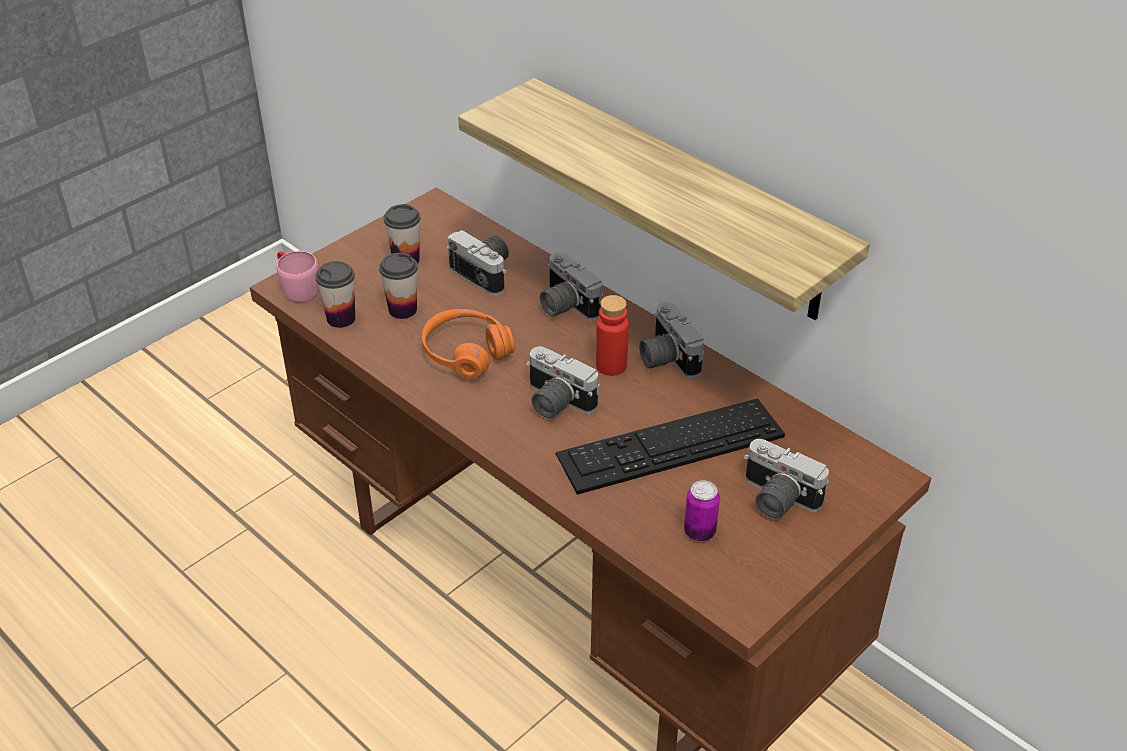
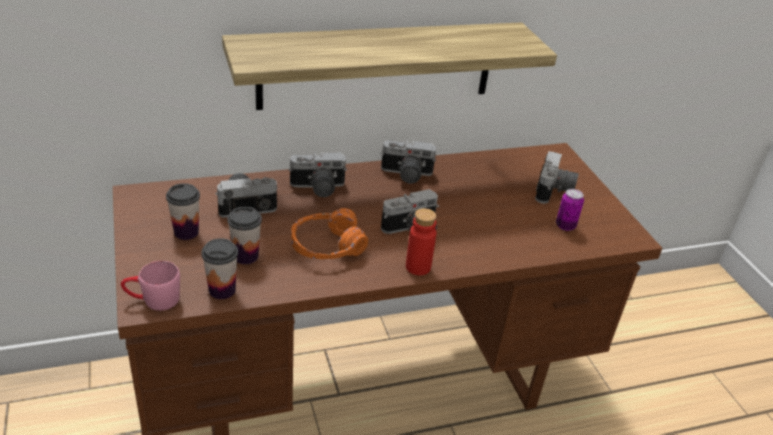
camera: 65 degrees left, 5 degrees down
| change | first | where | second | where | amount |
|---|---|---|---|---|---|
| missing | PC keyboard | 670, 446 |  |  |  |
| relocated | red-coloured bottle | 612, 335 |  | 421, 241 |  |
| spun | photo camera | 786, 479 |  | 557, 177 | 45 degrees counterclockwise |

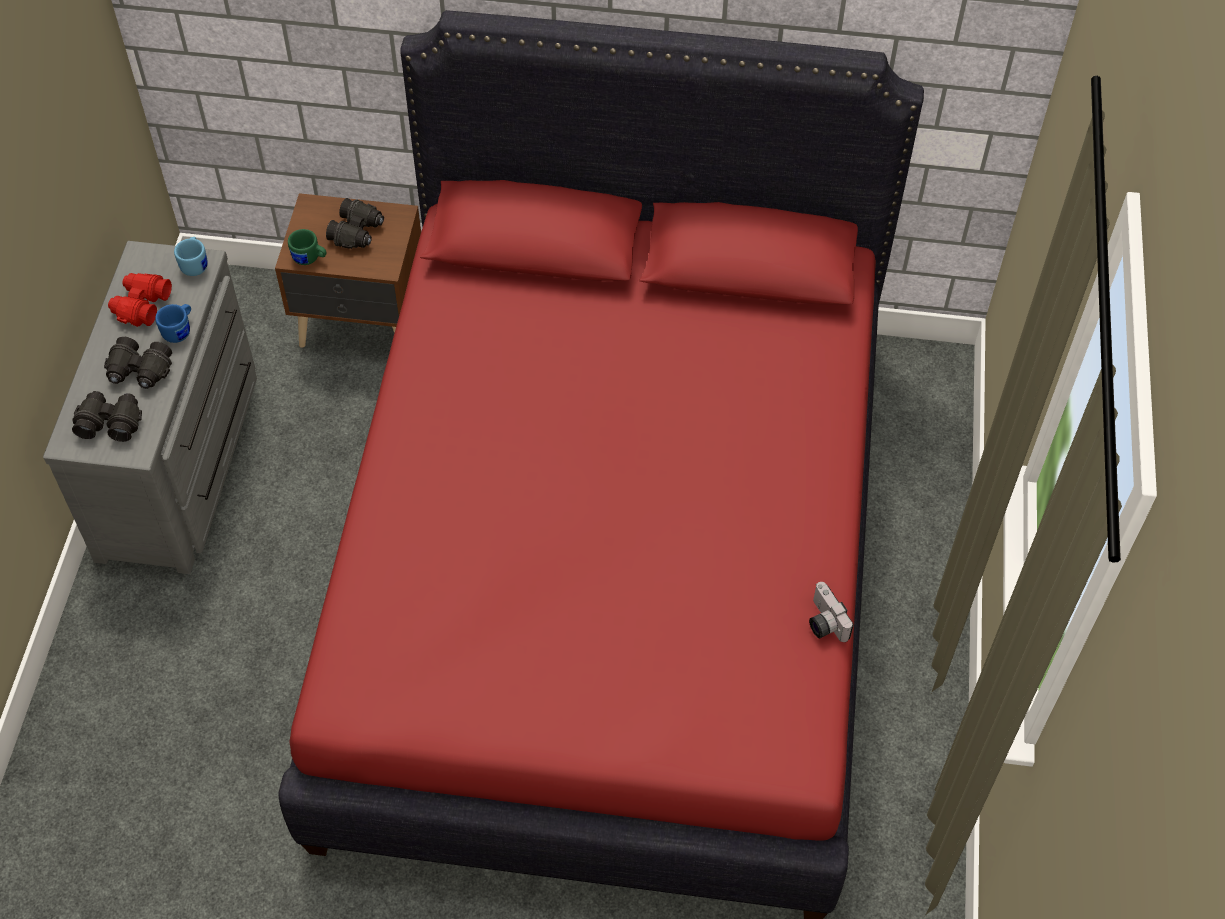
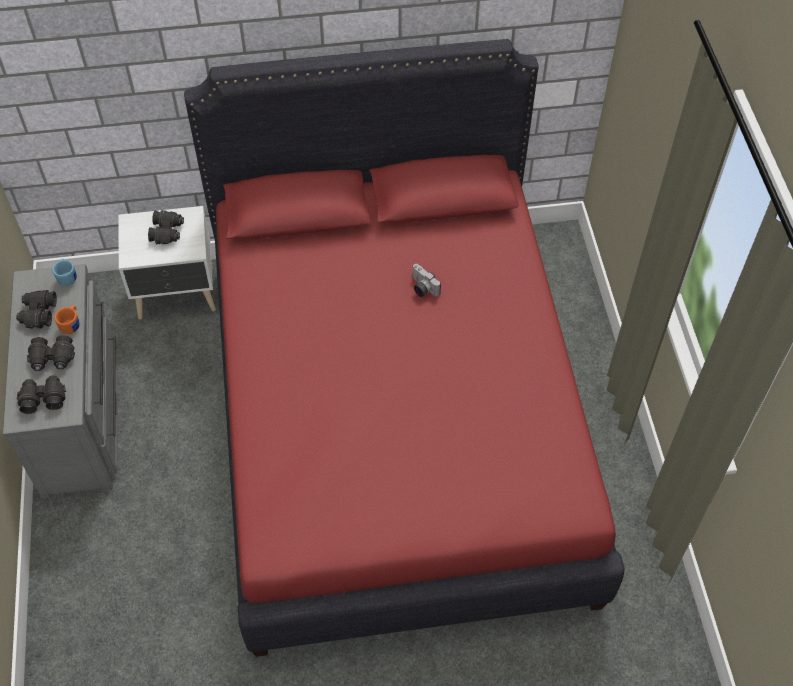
camera: 15 degrees left, 0 degrees up
| change | first | where | second | where | amount |
|---|---|---|---|---|---|
| missing | greenish tea mug | 307, 247 |  |  |  |
| relocated | photo camera | 831, 612 |  | 427, 280 |  |
| colour | red-coloured field glasses | 140, 300 | blackish field glasses | 36, 309 |  |
| colour | blue tea mug | 173, 323 | orangey tea mug | 66, 319 |  |
| colour | brown night table | 348, 270 | whitish night table | 167, 262 |  |

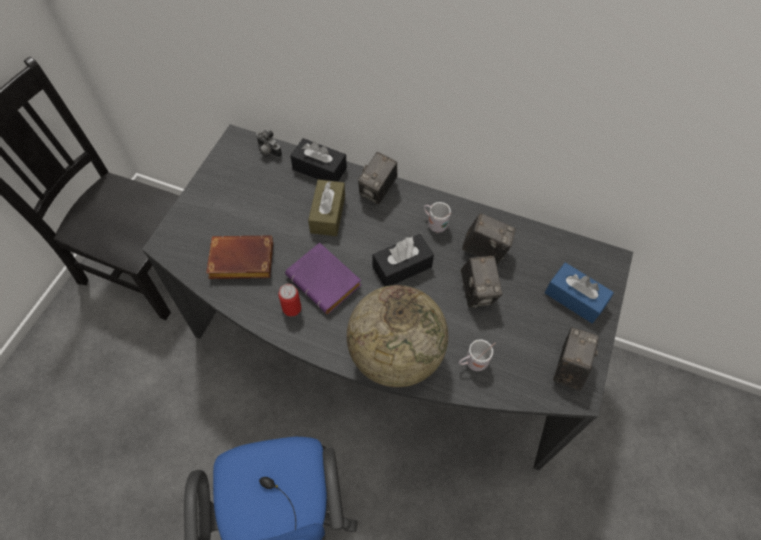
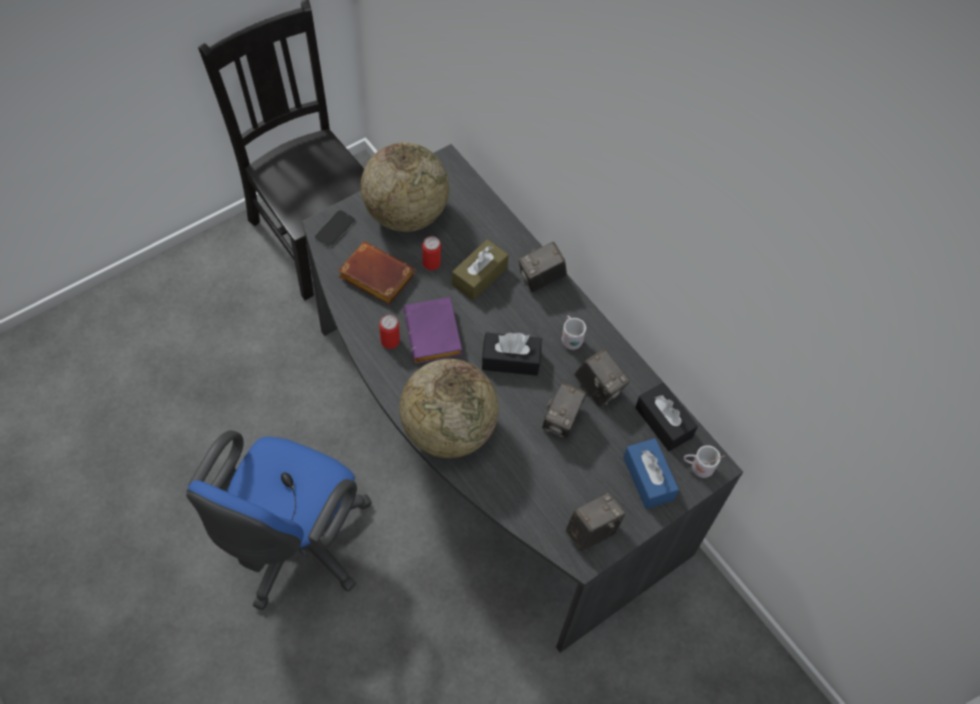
camera: 30 degrees right, 0 degrees up
| change | first | where | second | where | amount |
|---|---|---|---|---|---|
| missing | photo camera | 269, 144 |  |  |  |
| appeared |  |  | phone | 335, 228 |  |
| appeared |  |  | desk globe | 405, 187 |  |
| appeared |  |  | can | 431, 253 |  |
| relocated | blackish box of tissues | 318, 160 |  | 666, 417 |  |
| relocated | whitish tea mug | 477, 355 |  | 704, 461 |  |

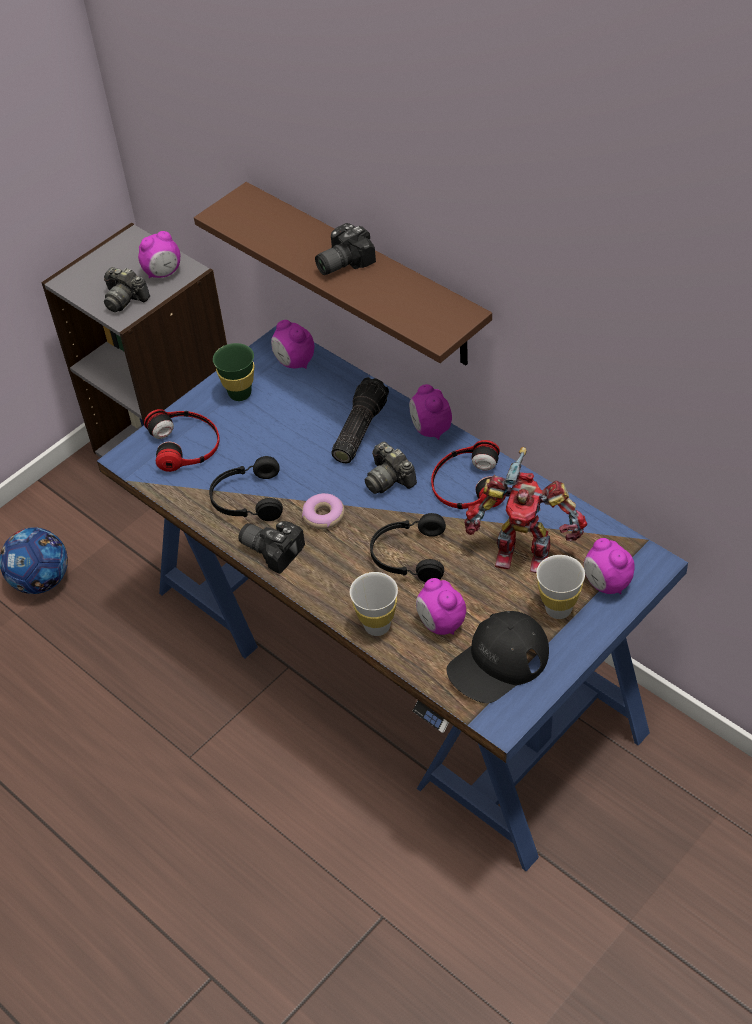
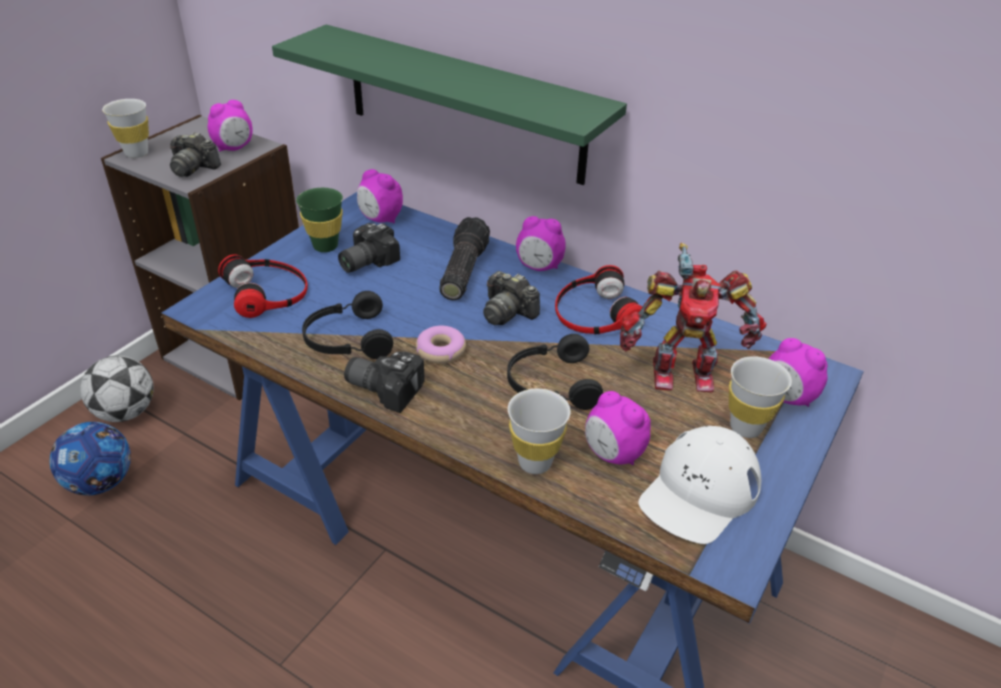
camera: 15 degrees left, 10 degrees down
| change | first | where | second | where | amount |
|---|---|---|---|---|---|
| appeared |  |  | football | 117, 389 |  |
| appeared |  |  | whitish cup | 125, 128 |  |
| relocated | photo camera | 345, 249 |  | 369, 248 |  |
| colour | brown bracket shelf | 343, 273 | greenish bracket shelf | 449, 105 |  |
| colour | blackish cap | 497, 657 | whitish cap | 699, 485 |  |
| spun | bedside clock | 430, 412 |  | 541, 243 | 45 degrees counterclockwise |

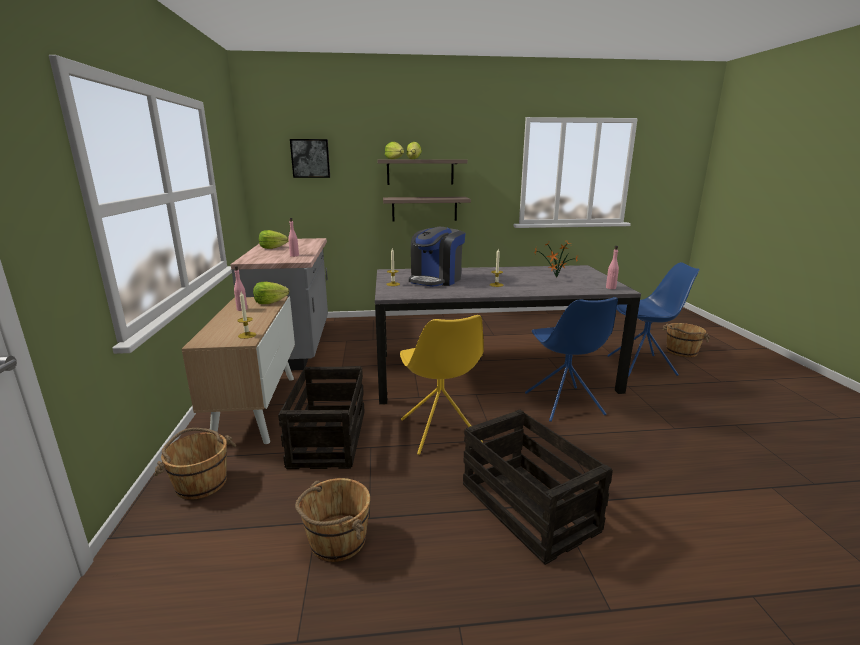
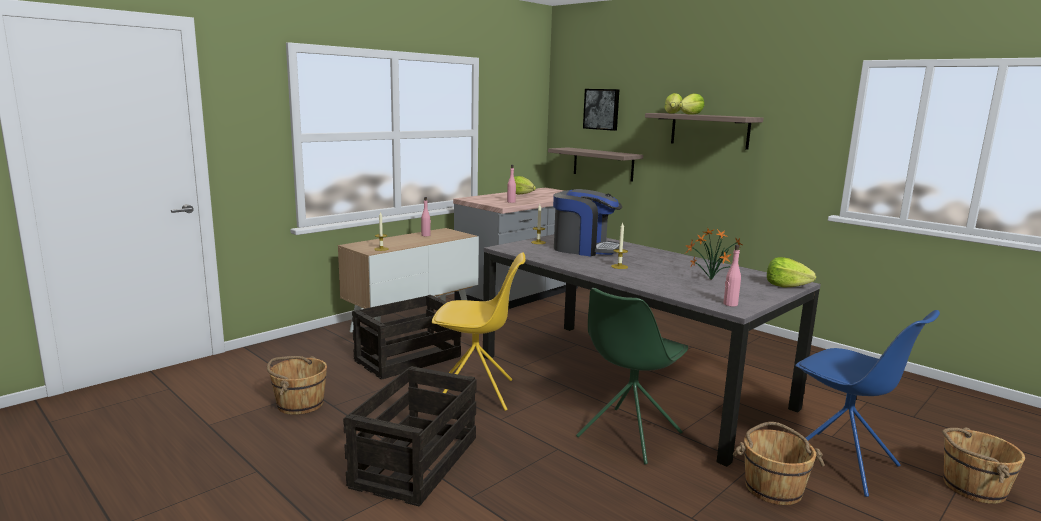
camera: 50 degrees right, 5 degrees down
| change | first | where | second | where | amount |
|---|---|---|---|---|---|
| relocated | brown water bucket | 195, 464 |  | 779, 463 |  |
| relocated | lettuce head | 271, 293 |  | 791, 272 |  |
| relocated | bracket shelf | 427, 209 |  | 595, 164 |  |
| colour | blue chair | 571, 359 | greenish chair | 632, 376 |  |
| spun | yellow-coloured chair | 442, 385 |  | 479, 332 | 120 degrees counterclockwise |
| spun | coffee machine | 437, 257 |  | 587, 222 | 150 degrees counterclockwise |

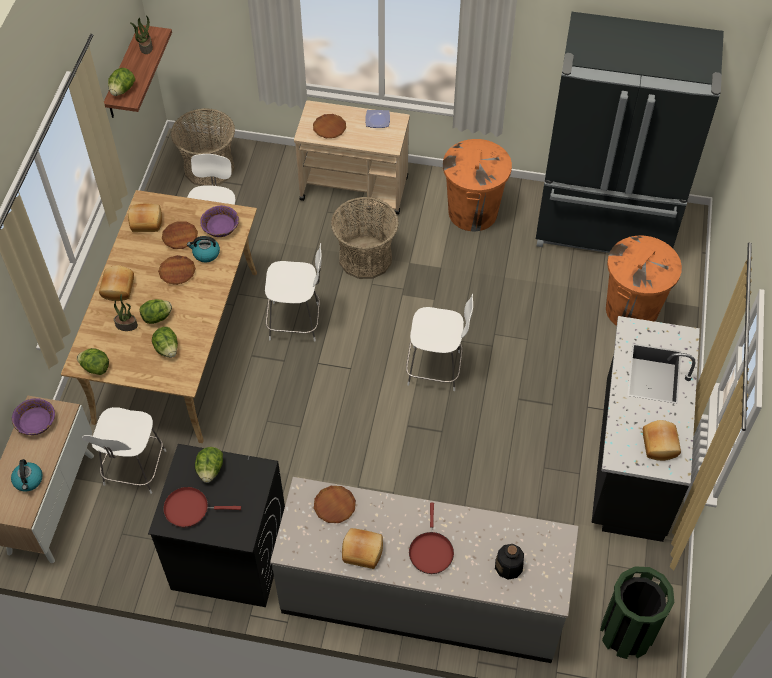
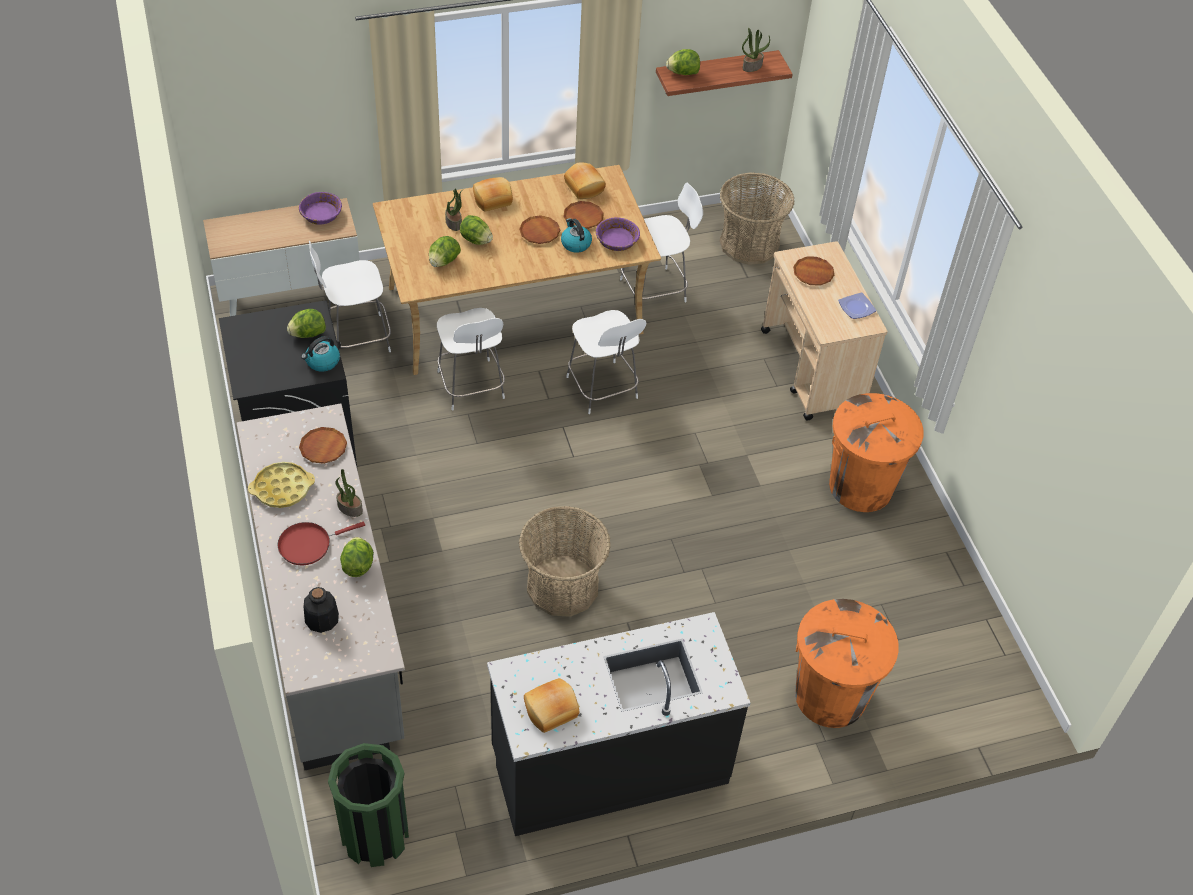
camera: 60 degrees right, 5 degrees down
| change | first | where | second | where | amount |
|---|---|---|---|---|---|
| missing | red-coloured pan | 202, 507 |  |  |  |
| missing | blackish fridge | 630, 132 |  |  |  |
| appeared |  |  | houseplant | 349, 493 |  |
| relocated | tea kettle | 27, 475 |  | 320, 354 |  |
| relocated | lettuce head | 93, 361 |  | 357, 557 |  |
| relocated | storage basket | 365, 238 |  | 565, 561 |  |
| relocated | whitish chair | 439, 342 |  | 471, 359 |  |
| exchanged | bakery bread | 362, 548 | yellow-coloured tray | 281, 485 |  |

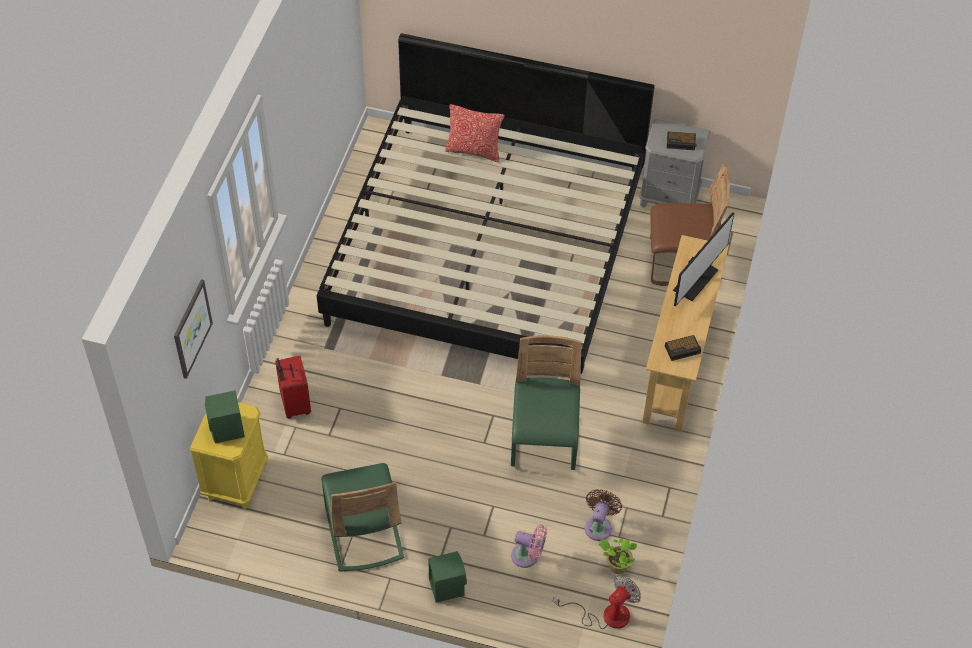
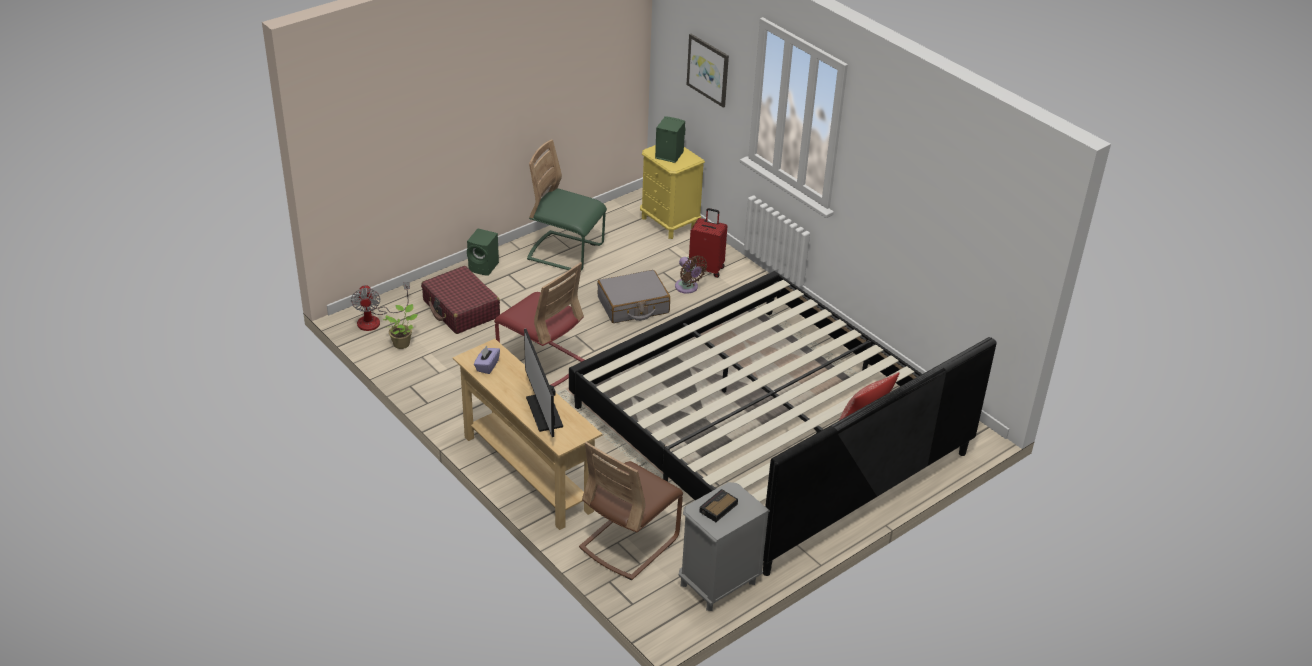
camera: 125 degrees right, 15 degrees down
| change | first | where | second | where | amount |
|---|---|---|---|---|---|
| appeared |  |  | greyish suitcase | 633, 296 |  |
| relocated | brown electric fan | 603, 515 |  | 691, 274 |  |
| exchanged | pinkish electric fan | 529, 546 | red-coloured suitcase | 460, 300 |  |
| exchanged | bedside clock | 683, 348 | purplish box of tissues | 487, 359 |  |
| colour | greenish chair | 546, 402 | red-coloured chair | 539, 324 |  |

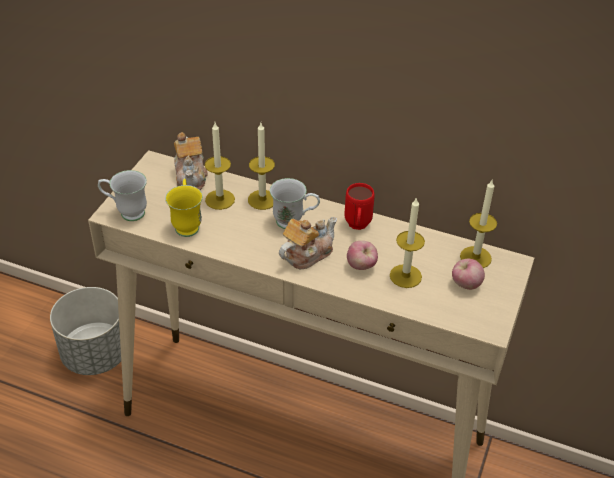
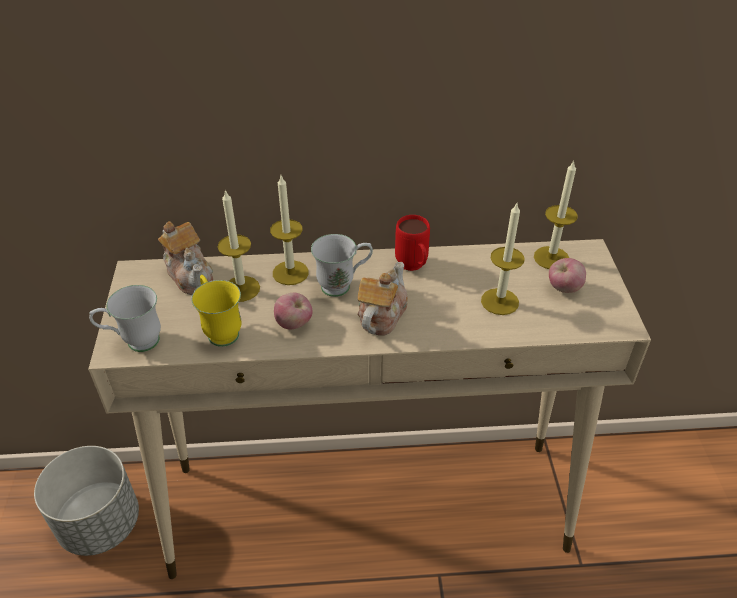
camera: 25 degrees left, 0 degrees up
| change | first | where | second | where | amount |
|---|---|---|---|---|---|
| relocated | apple fruit | 362, 255 |  | 293, 311 |  |

